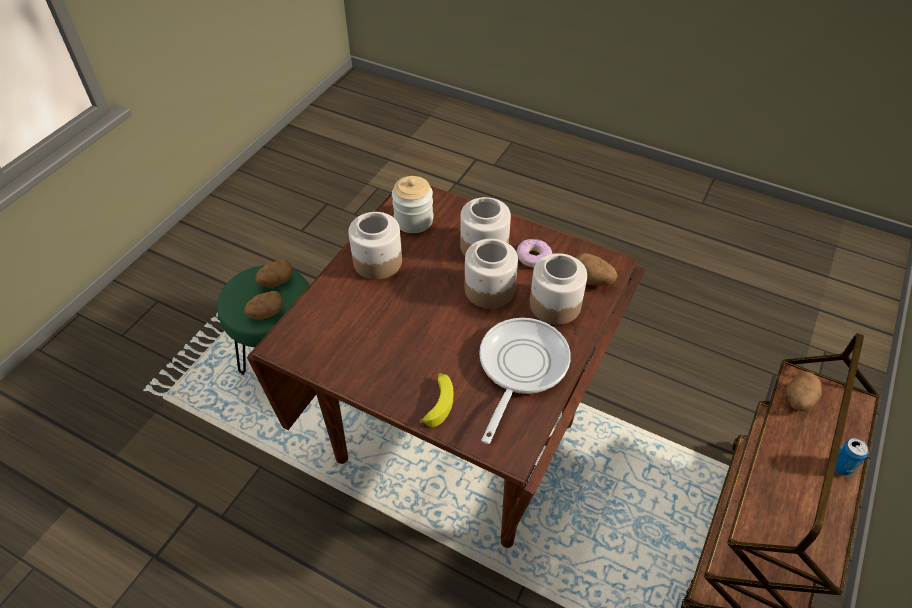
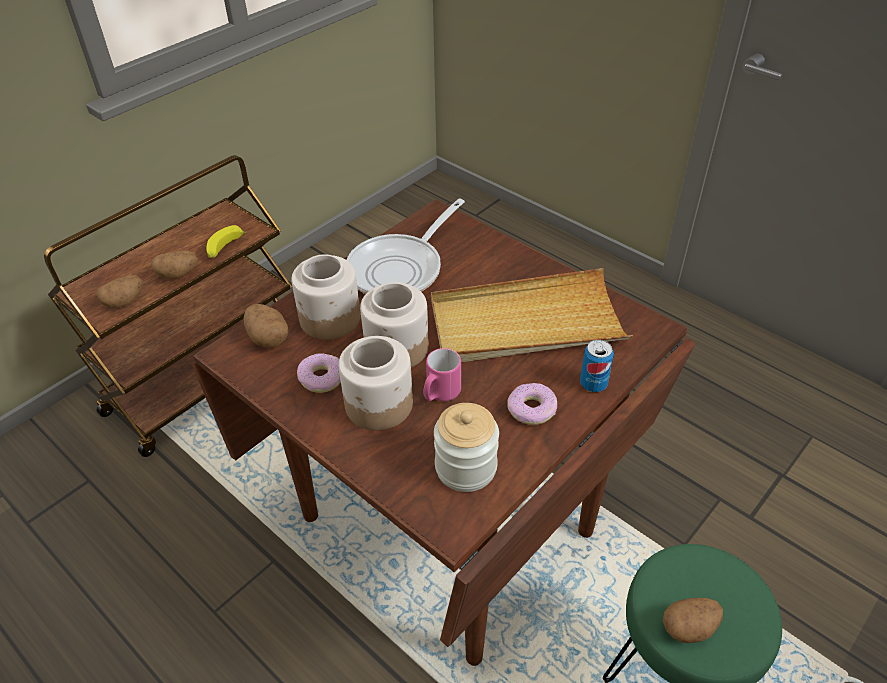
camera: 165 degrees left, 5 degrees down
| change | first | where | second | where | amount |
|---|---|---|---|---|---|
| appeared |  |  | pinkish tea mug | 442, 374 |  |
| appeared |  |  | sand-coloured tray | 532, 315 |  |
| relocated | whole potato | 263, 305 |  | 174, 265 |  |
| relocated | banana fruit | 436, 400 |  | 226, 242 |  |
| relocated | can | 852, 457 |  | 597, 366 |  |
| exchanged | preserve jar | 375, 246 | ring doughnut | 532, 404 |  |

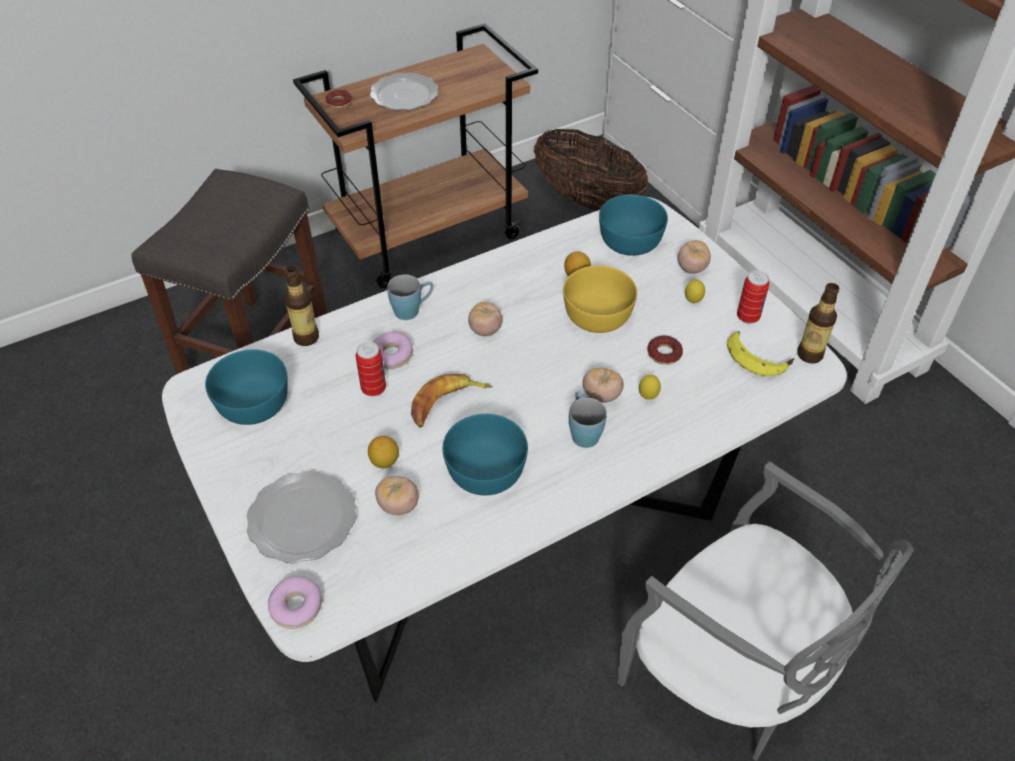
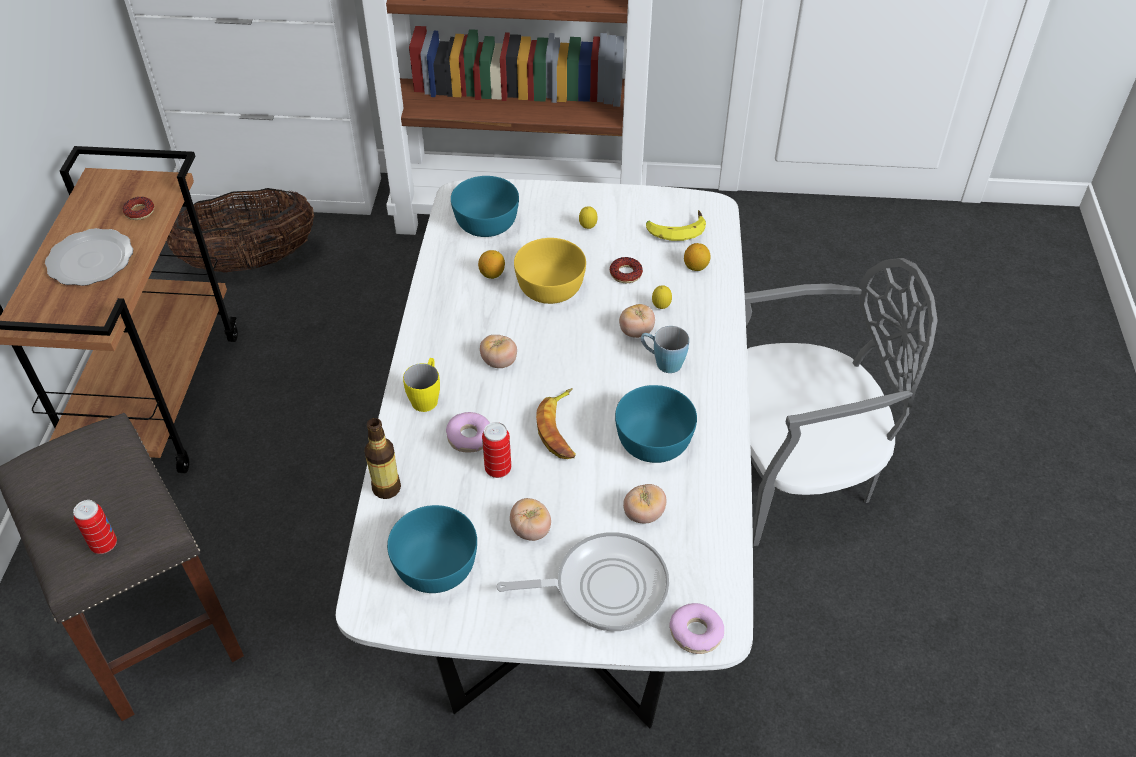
camera: 55 degrees left, 0 degrees up
| change | first | where | second | where | amount |
|---|---|---|---|---|---|
| missing | bottle | 818, 323 |  |  |  |
| relocated | ring doughnut | 339, 99 |  | 138, 208 |  |
| relocated | whole lemon | 383, 452 |  | 697, 257 |  |
| relocated | tomato | 694, 257 |  | 530, 519 |  |
| relocated | can | 753, 297 |  | 95, 527 |  |
| exchanged | flat dish | 302, 517 | pan | 582, 581 |  |
| colour | blue tea mug | 410, 297 | yellow-coloured tea mug | 421, 385 |  |

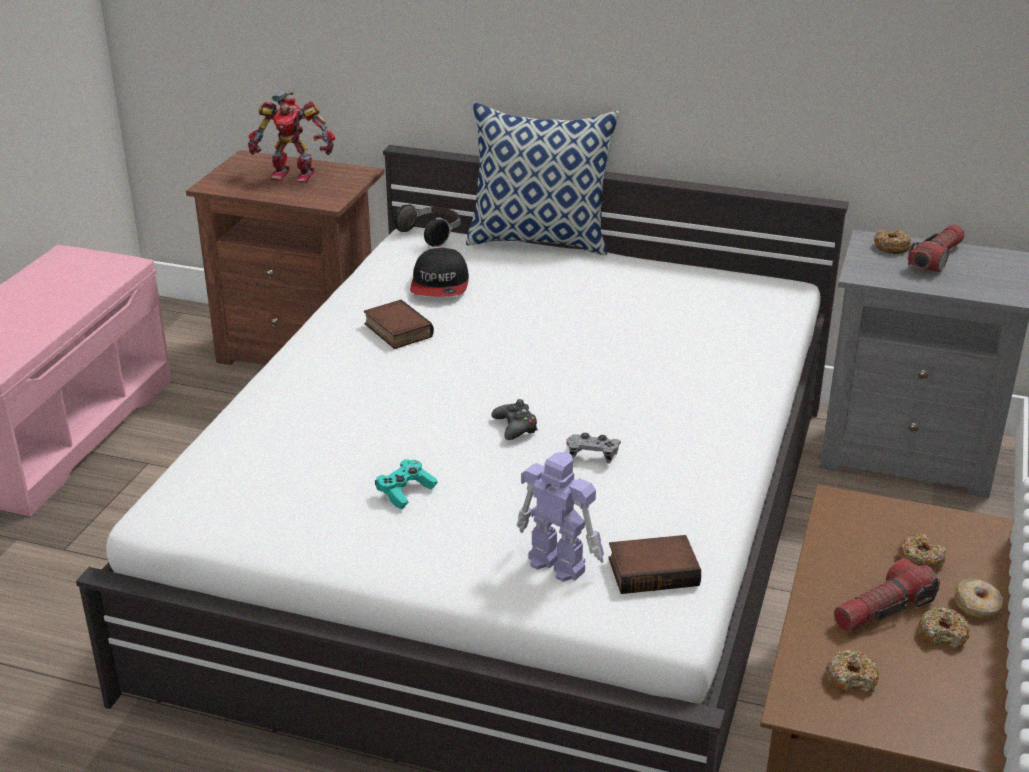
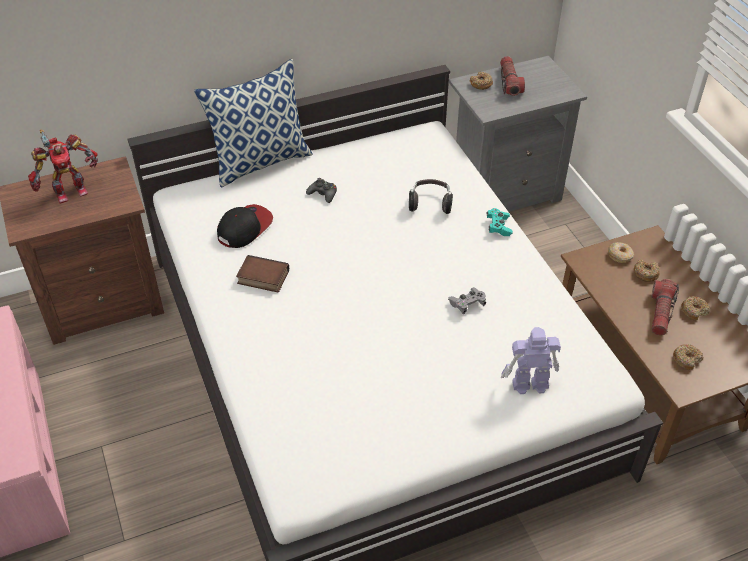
camera: 40 degrees left, 15 degrees up
| change | first | where | second | where | amount |
|---|---|---|---|---|---|
| missing | volume | 654, 564 |  |  |  |
| relocated | turquoise-coloured joypad | 406, 484 |  | 499, 222 |  |
| relocated | headset | 427, 225 |  | 431, 196 |  |
| relocated | blackish joypad | 515, 419 |  | 321, 190 |  |
| relocated | ring doughnut | 978, 598 |  | 621, 252 |  |
| spun | cap | 439, 272 |  | 245, 226 | 105 degrees counterclockwise |

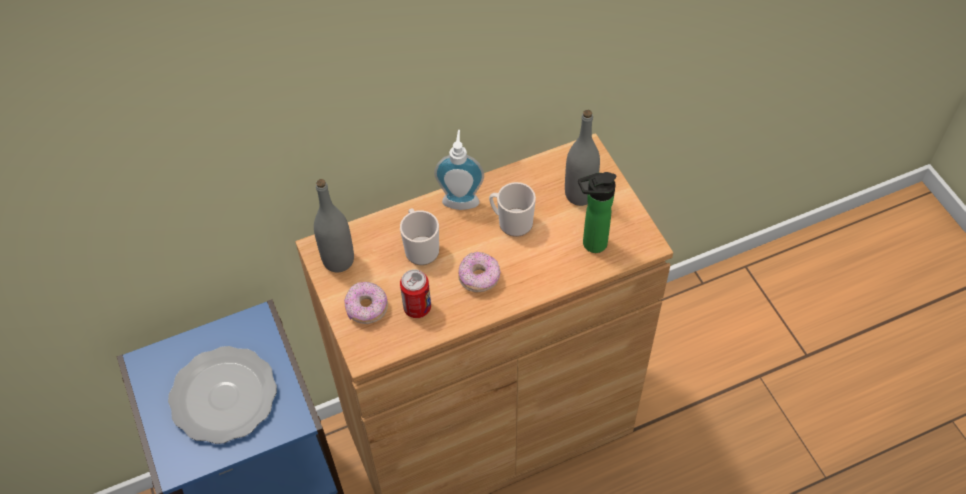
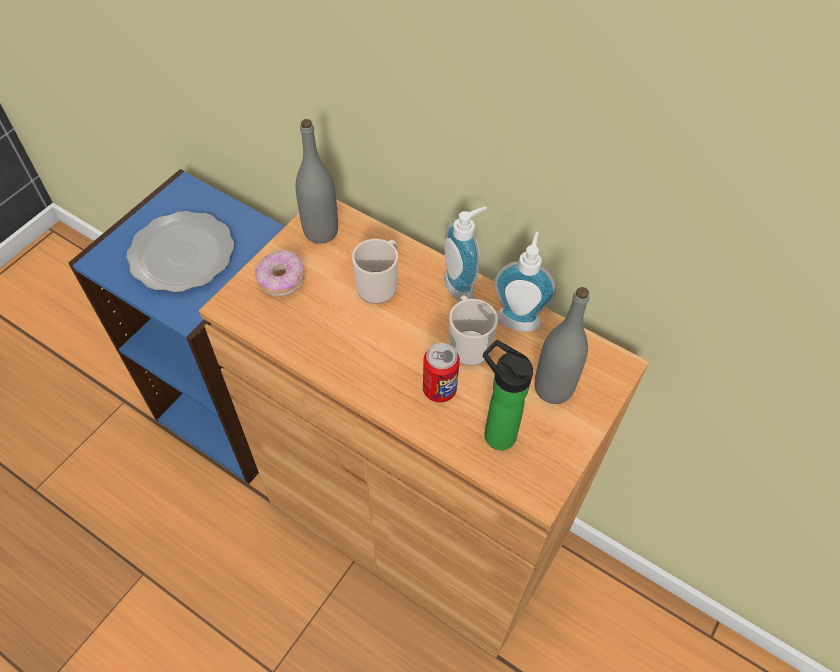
camera: 55 degrees right, 0 degrees up
| change | first | where | second | where | amount |
|---|---|---|---|---|---|
| missing | ring doughnut | 479, 272 |  |  |  |
| appeared |  |  | soap dispenser | 525, 282 |  |
| relocated | can | 415, 293 |  | 441, 373 |  |

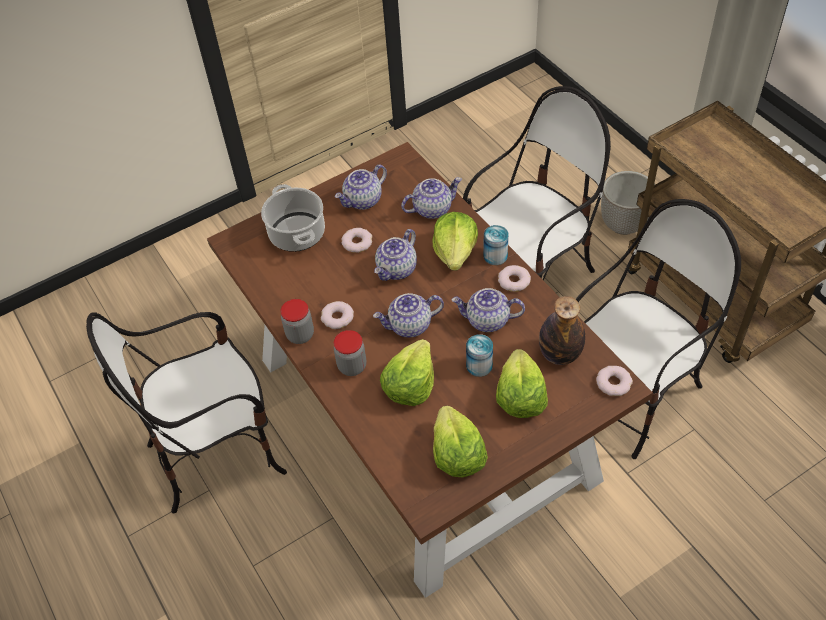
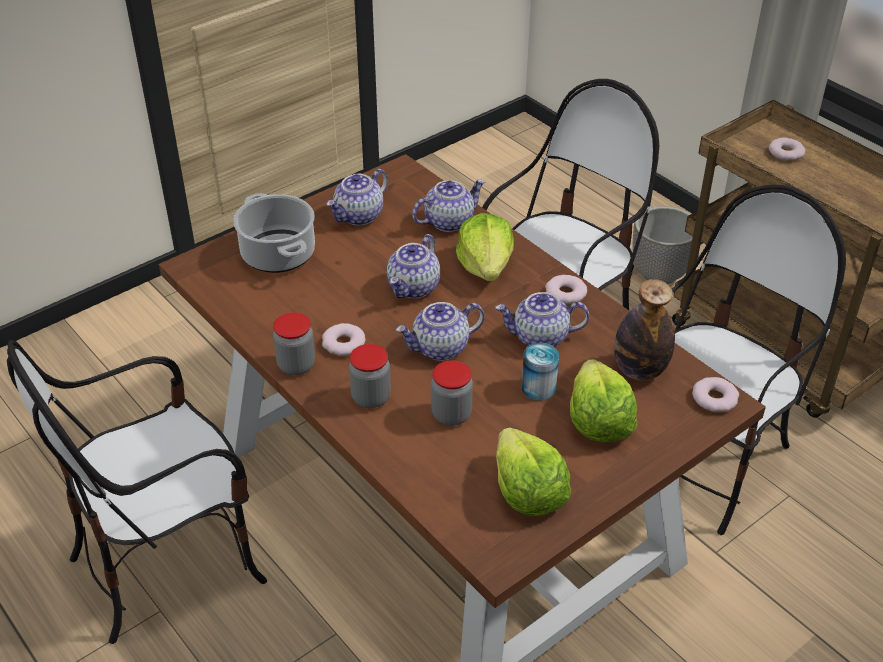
camera: 10 degrees left, 10 degrees down
| change | first | where | second | where | amount |
|---|---|---|---|---|---|
| missing | can | 496, 245 |  |  |  |
| relocated | ring doughnut | 357, 240 |  | 787, 149 |  |
| exchanged | lettuce head | 407, 372 | preserve jar | 452, 393 |  |

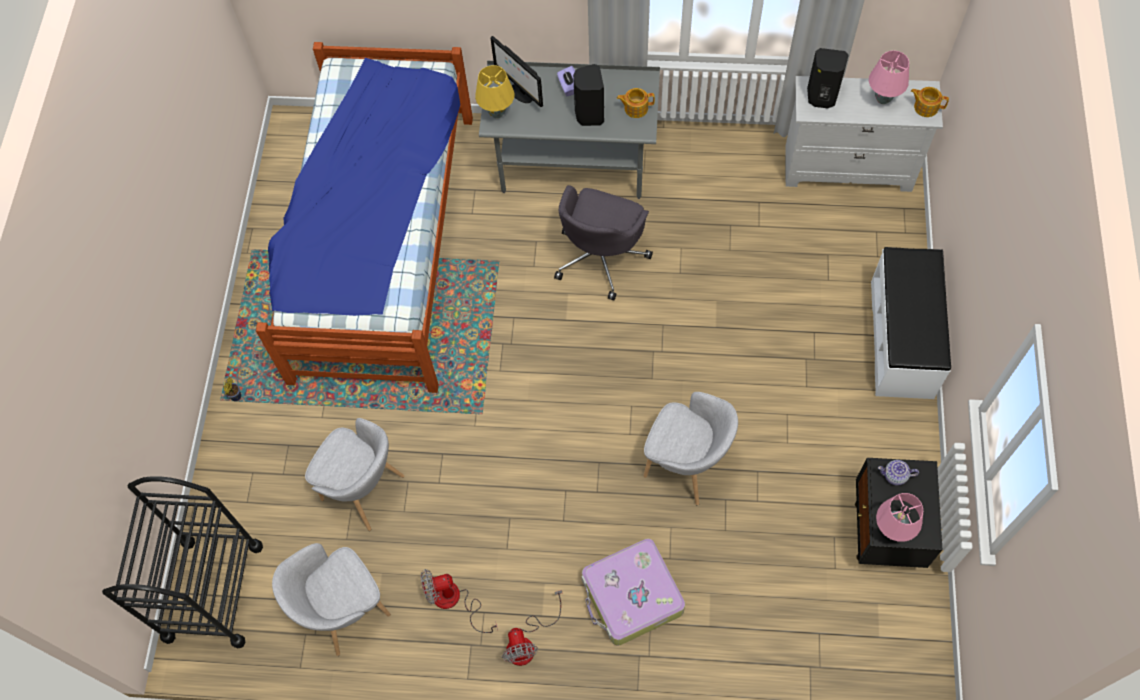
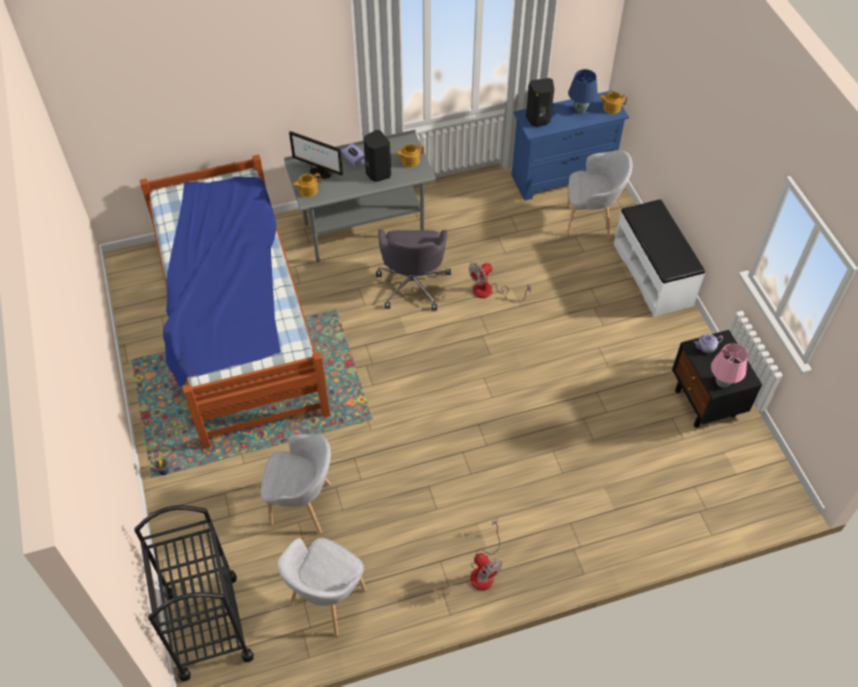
camera: 25 degrees left, 10 degrees down
| change | first | where | second | where | amount |
|---|---|---|---|---|---|
| missing | suitcase | 633, 592 |  |  |  |
| relocated | electric fan | 459, 601 |  | 500, 283 |  |
| relocated | greyish lounge chair | 690, 449 |  | 599, 195 |  |
| exchanged | yellow-coloured lamp for a table | 495, 91 | pot for tea | 307, 185 |  |
| colour | whitish chest of drawers | 864, 134 | blue chest of drawers | 570, 145 |  |
| colour | pinkish lamp for a table | 889, 77 | blue lamp for a table | 583, 91 |  |

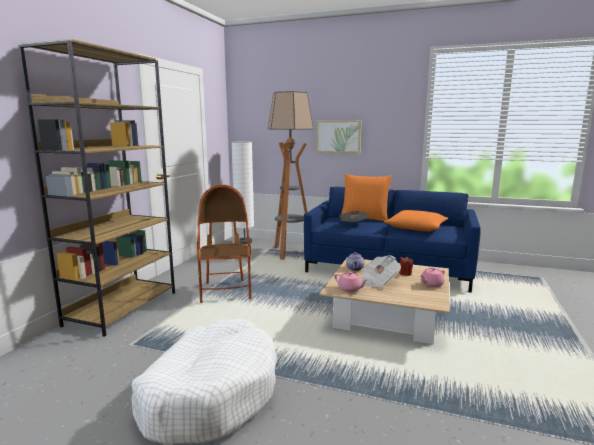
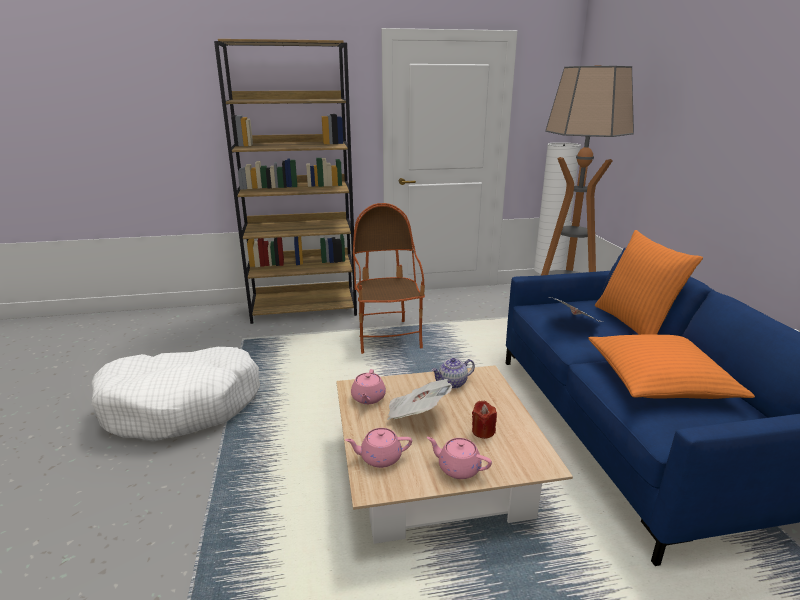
camera: 60 degrees right, 10 degrees up
| change | first | where | second | where | amount |
|---|---|---|---|---|---|
| missing | wall picture | 338, 137 |  |  |  |
| appeared |  |  | pinkish pot for tea | 378, 448 |  |
| spun | lounge chair | 224, 244 |  | 389, 278 | 60 degrees counterclockwise |

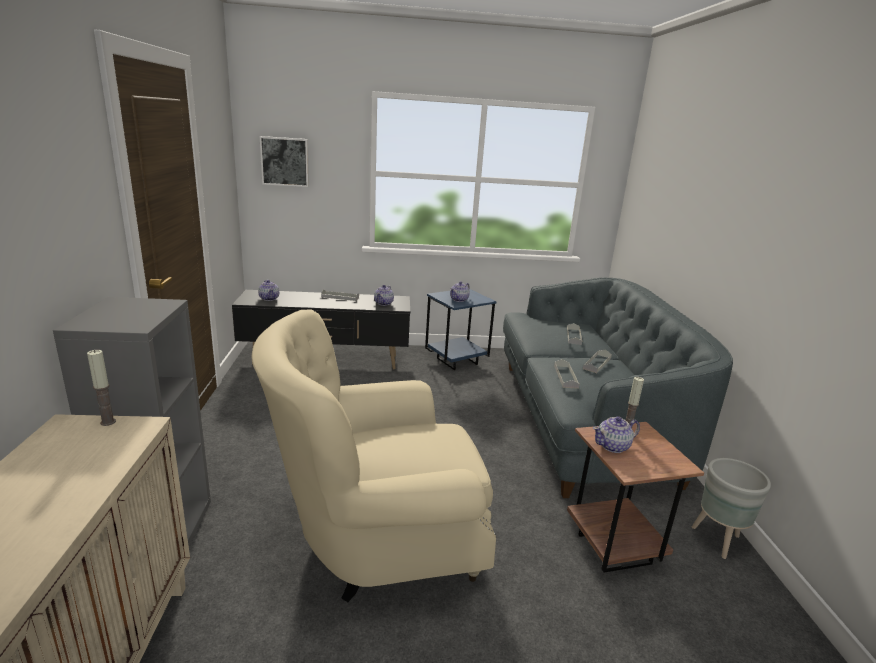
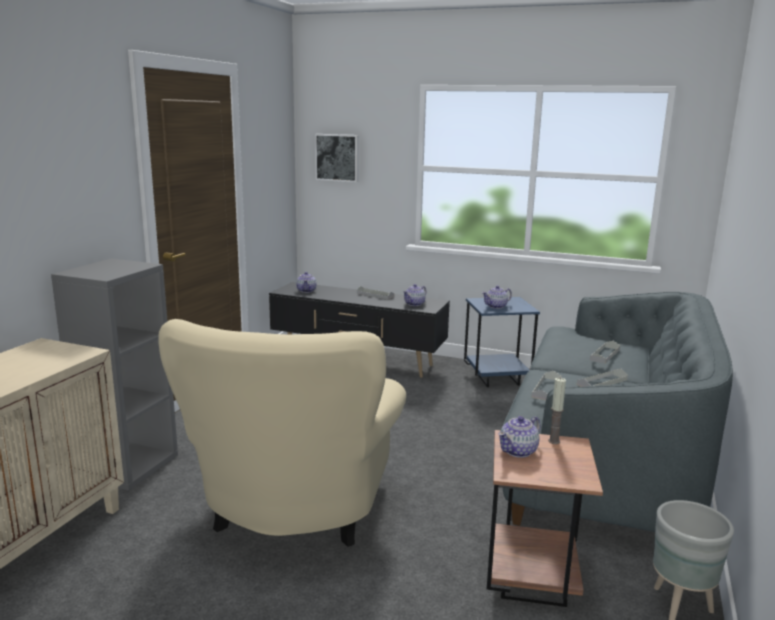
camera: 25 degrees right, 5 degrees down
| change | first | where | second | where | amount |
|---|---|---|---|---|---|
| missing | wax light | 101, 388 |  |  |  |
| spun | sand-coloured lounge chair | 374, 455 |  | 282, 433 | 90 degrees counterclockwise |
| spun | pot for tea | 616, 434 |  | 519, 437 | 45 degrees counterclockwise |

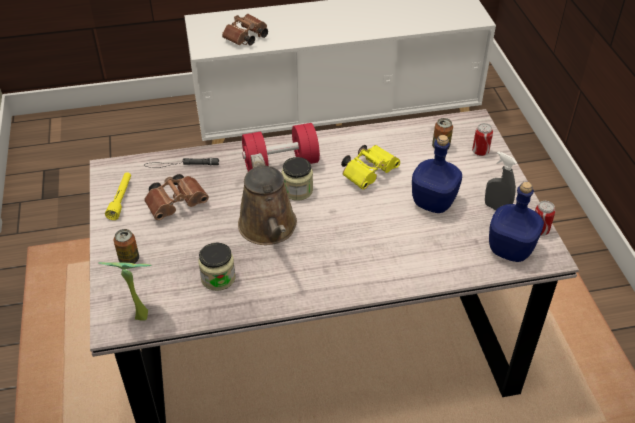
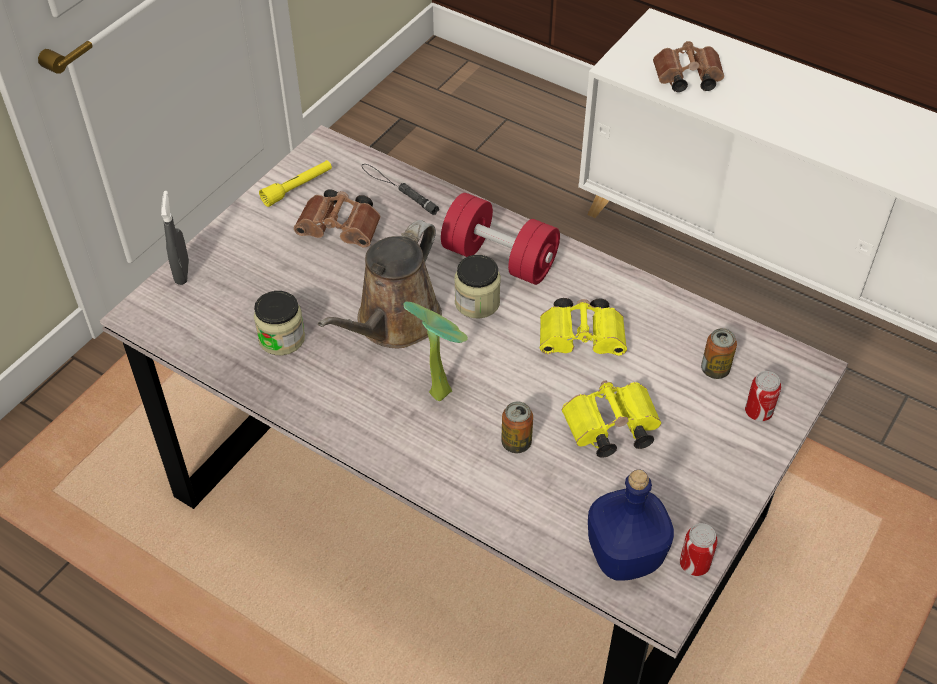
camera: 45 degrees right, 5 degrees up
| change | first | where | second | where | amount |
|---|---|---|---|---|---|
| relocated | houseplant | 125, 291 |  | 435, 351 |  |
| relocated | can | 126, 246 |  | 517, 427 |  |
| relocated | greyish spray bottle | 501, 180 |  | 175, 238 |  |
| exchanged | blue bottle | 437, 174 | yellow-coloured field glasses | 611, 419 |  |

